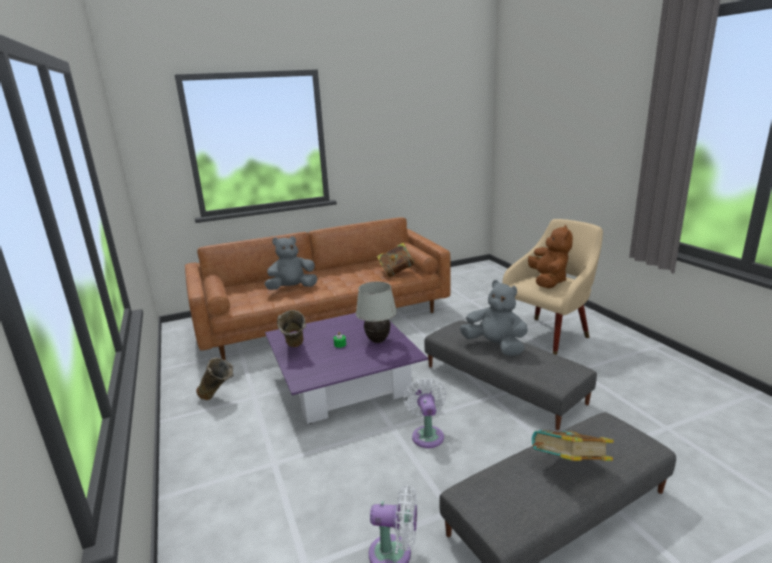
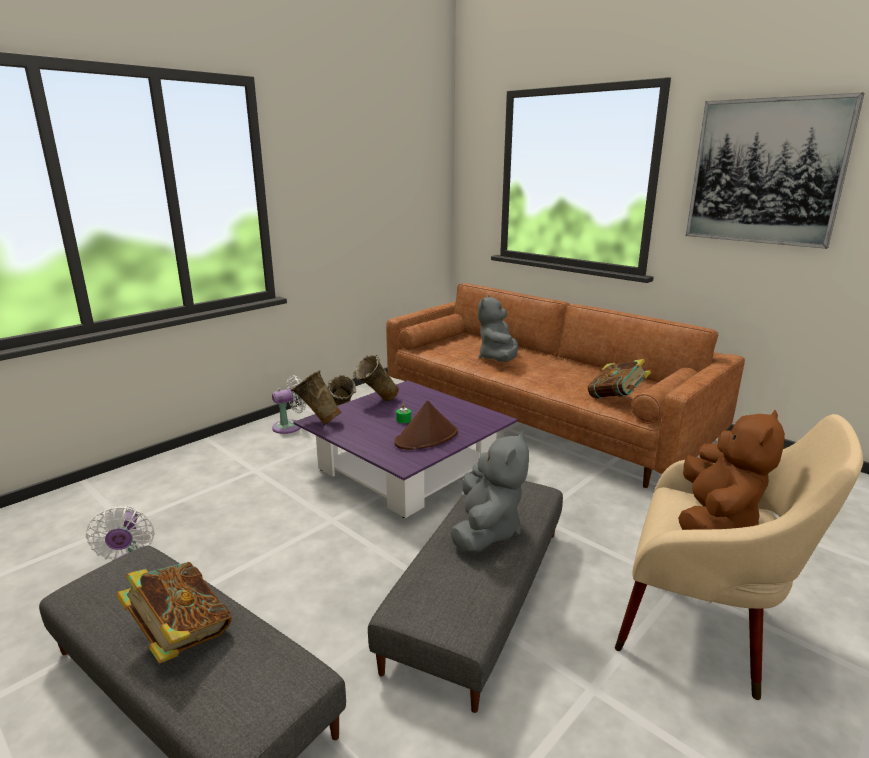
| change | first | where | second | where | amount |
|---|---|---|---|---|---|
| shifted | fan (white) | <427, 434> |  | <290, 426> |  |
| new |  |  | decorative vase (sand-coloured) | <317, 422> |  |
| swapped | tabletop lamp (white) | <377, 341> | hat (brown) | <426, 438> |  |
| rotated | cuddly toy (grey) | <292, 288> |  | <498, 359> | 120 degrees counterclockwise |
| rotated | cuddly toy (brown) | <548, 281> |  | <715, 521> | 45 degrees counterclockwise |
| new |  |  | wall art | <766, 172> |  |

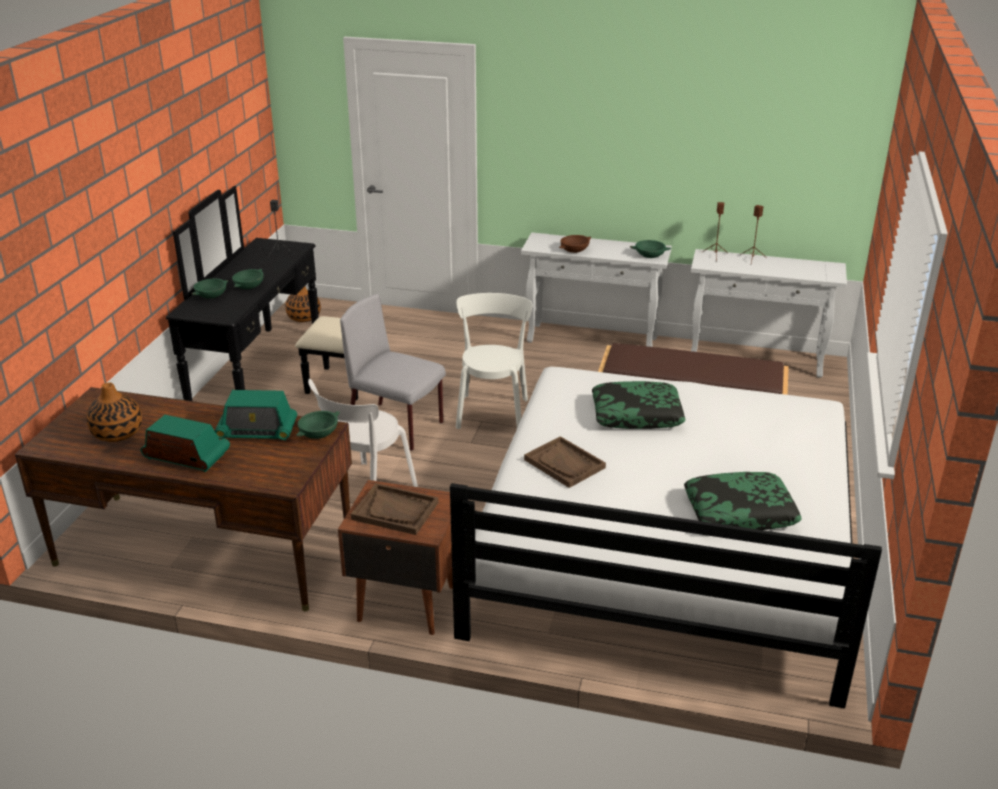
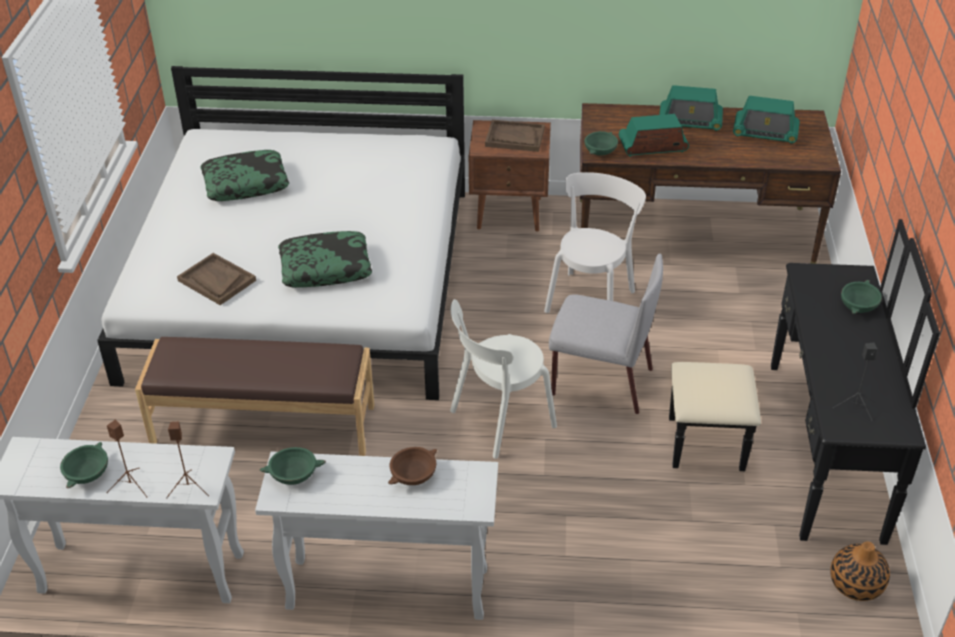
| change | first | where | second | where | amount |
|---|---|---|---|---|---|
| shifted | deep dish (green-coloured) | <249, 286> |  | <87, 473> |  |
| shifted | tray (brown) | <564, 464> |  | <216, 280> |  |
| rotated | upright chair (white) | <492, 411> |  | <498, 420> | 60 degrees clockwise |
| swapped | decorative vase | <117, 433> | radio receiver | <765, 133> |  |

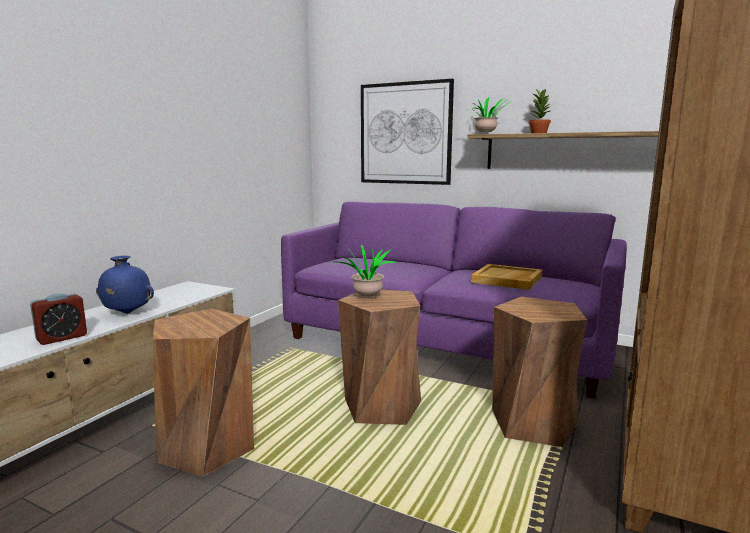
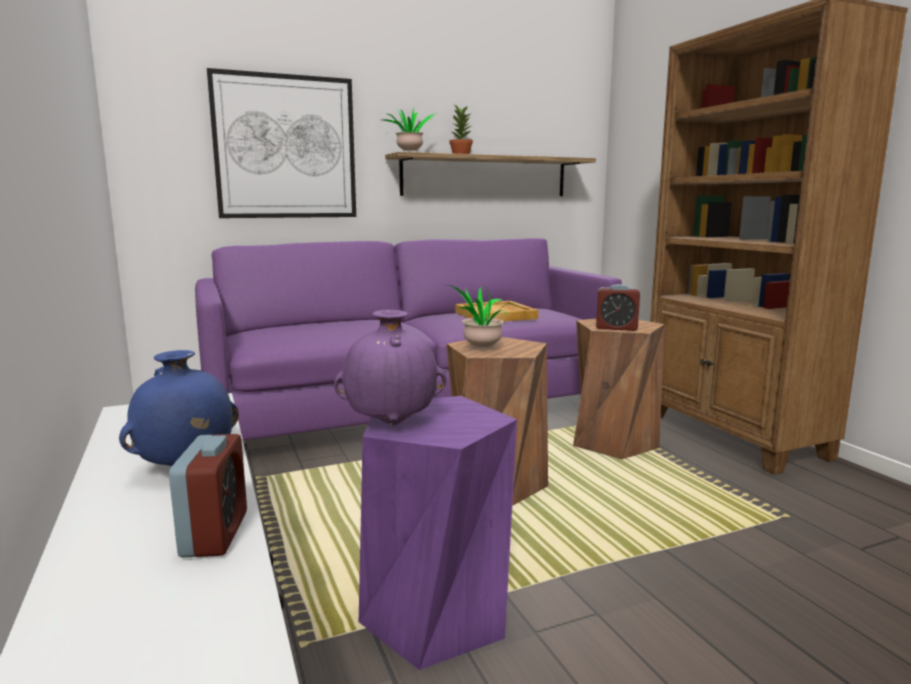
| change | first | where | second | where | amount |
|---|---|---|---|---|---|
| new |  |  | decorative vase (purplish) | <392, 423> |  |
| repainted | stool (brown) | <207, 447> | stool (purplish) | <435, 615> |  |
| new |  |  | alarm clock | <616, 328> |  |

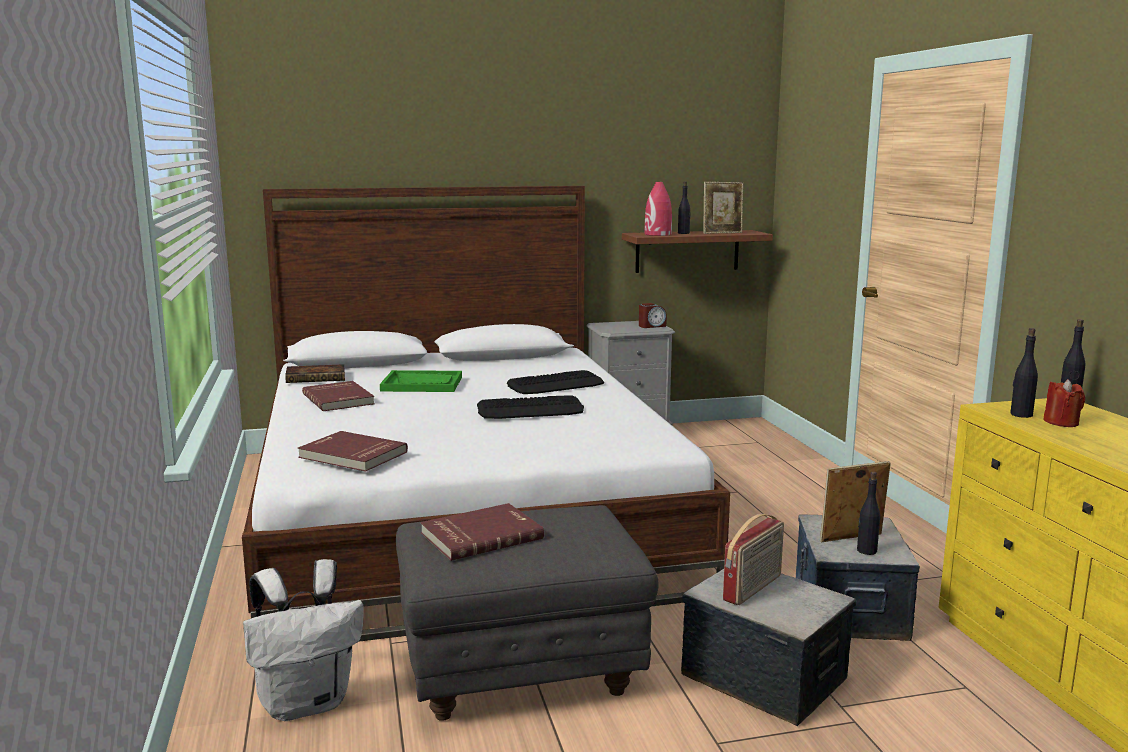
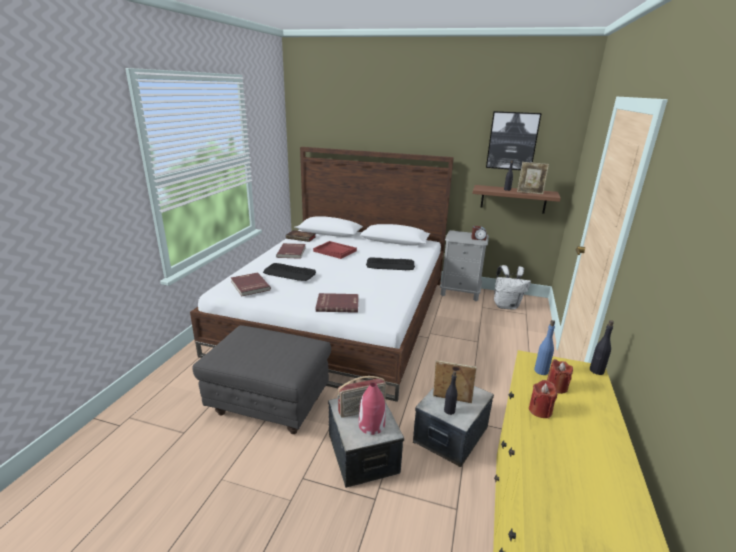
| change | first | where | second | where | amount |
|---|---|---|---|---|---|
| shifted | PC keyboard | <530, 410> |  | <289, 273> |  |
| repainted | tray (green-coloured) | <422, 384> | tray (red) | <335, 251> |  |
| shifted | volume (red) | <480, 535> |  | <337, 304> |  |
| shifted | decorative vase (red) | <657, 234> |  | <371, 425> |  |
| new |  |  | wall art | <512, 141> |  |
| shifted | rucksack (white) | <307, 702> |  | <506, 306> |  |
| new |  |  | wax light (red) | <540, 410> |  |
| repainted | bottle (black-coloured) | <1021, 414> | bottle (blue) | <541, 371> |  |

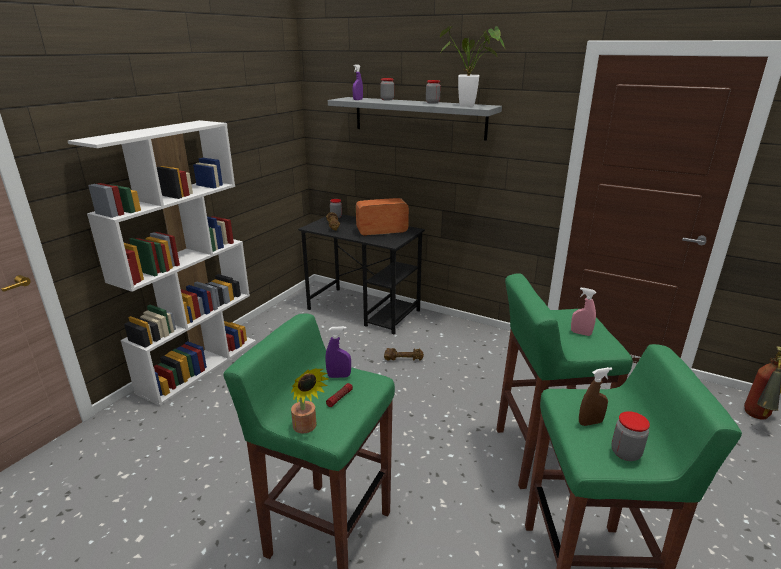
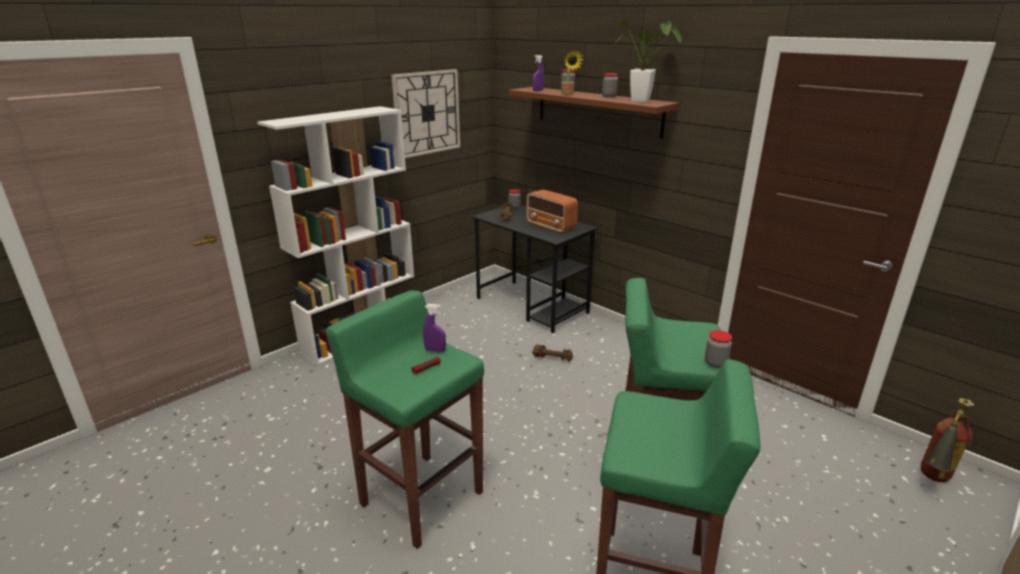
| change | first | where | second | where | amount |
|---|---|---|---|---|---|
| new |  |  | clock on the wall | <427, 113> |  |
| repainted | bracket shelf (grey) | <418, 117> | bracket shelf (brown) | <598, 111> |  |
| rotated | radio receiver | <381, 232> |  | <551, 226> | 135 degrees counterclockwise |
| shifted | houseplant | <307, 428> |  | <568, 94> |  |
| shifted | storage jar | <625, 453> |  | <715, 363> |  |
| gone | sprayer (pink-coloured) | <580, 333> |  |  |  |
| gone | sprayer (brown) | <590, 422> |  |  |  |

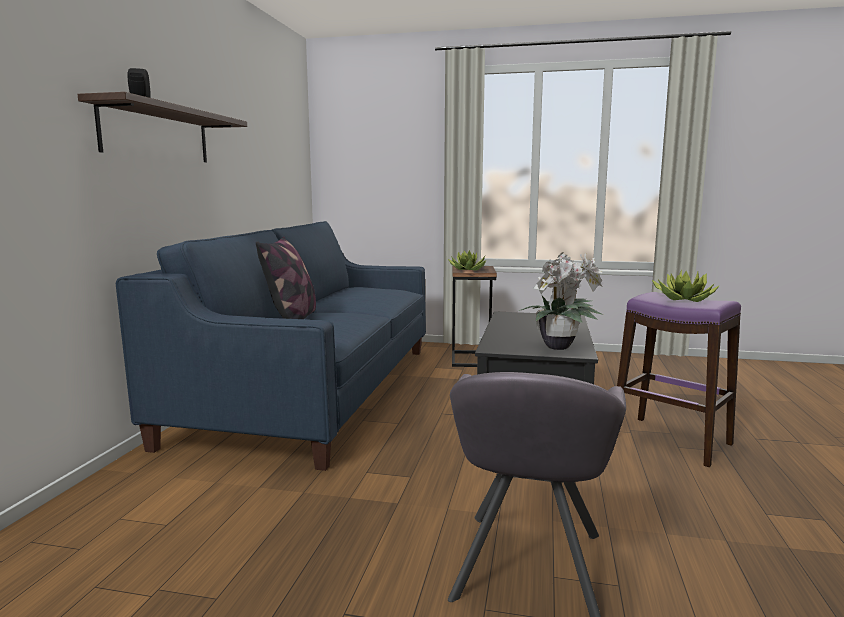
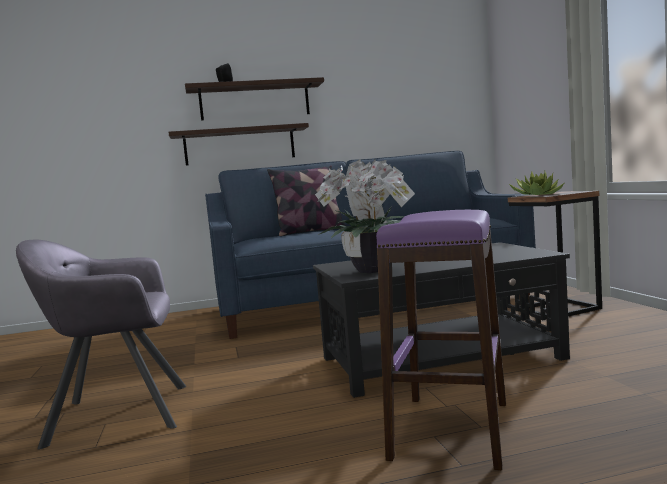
| change | first | where | second | where | amount |
|---|---|---|---|---|---|
| new |  |  | bracket shelf | <239, 145> |  |
| gone | houseplant | <682, 299> |  |  |  |

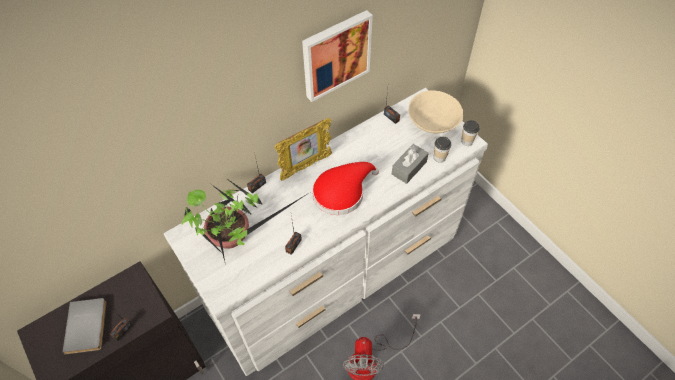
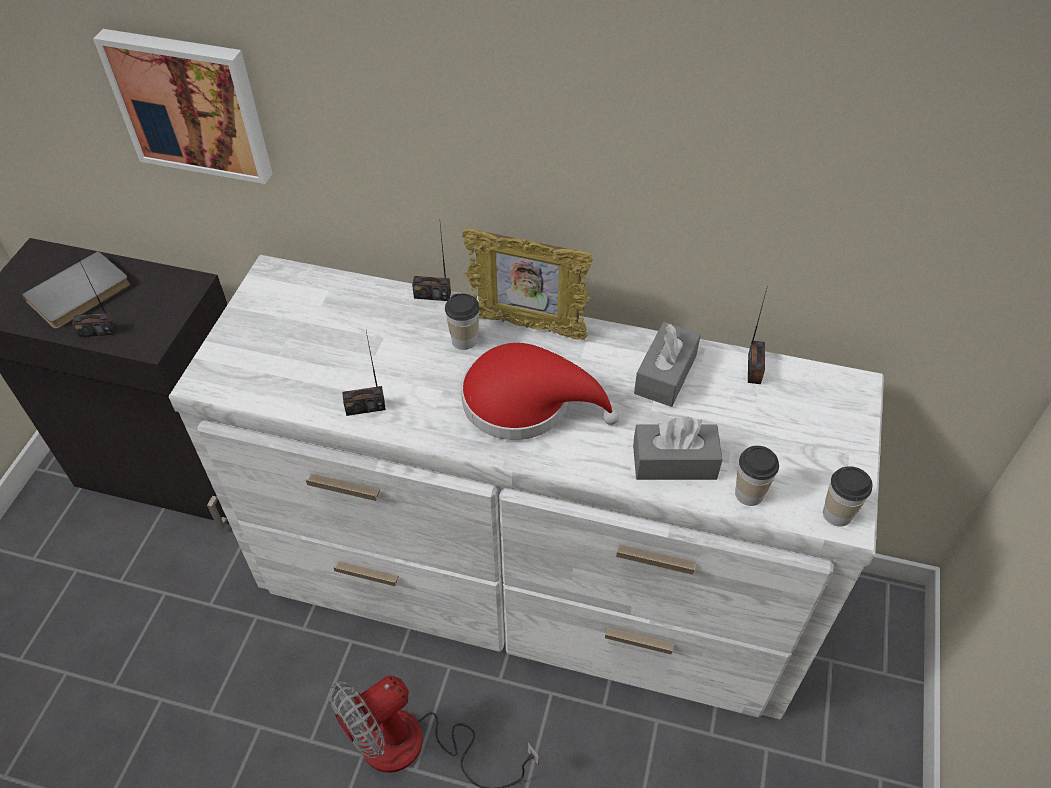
| change | first | where | second | where | amount |
|---|---|---|---|---|---|
| shifted | wall art | <335, 54> |  | <191, 104> |  |
| new |  |  | small cup | <464, 340> |  |
| new |  |  | tissue box (grey) | <665, 374> |  |
| gone | houseplant | <233, 236> |  |  |  |
| gone | deep dish (sand-coloured) | <433, 122> |  |  |  |

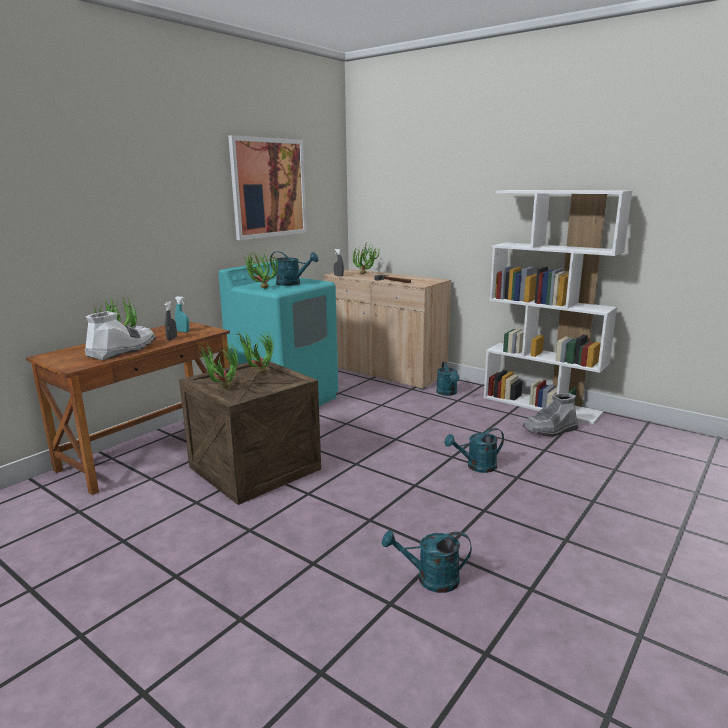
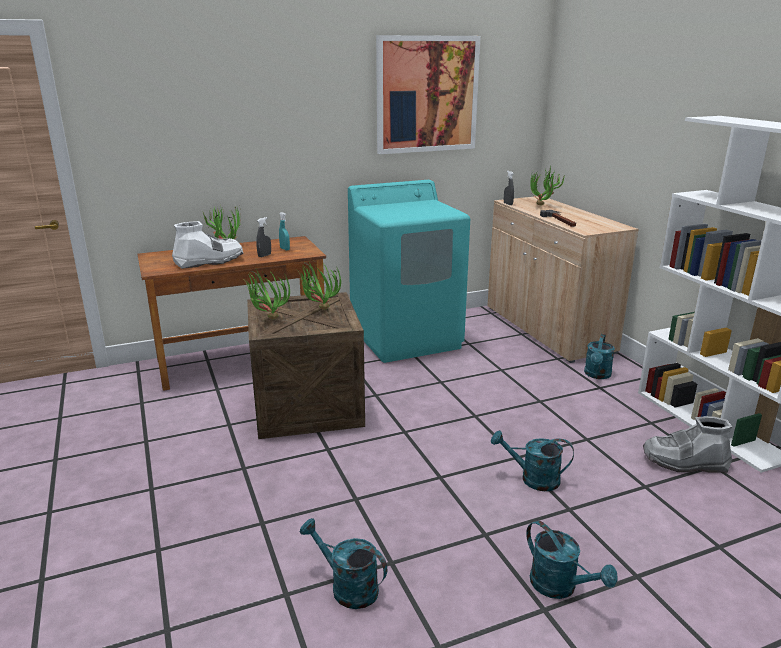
| change | first | where | second | where | amount |
|---|---|---|---|---|---|
| shifted | sprinkling can (turquoise-coloured) | <292, 284> |  | <560, 587> |  |
| gone | houseplant | <260, 288> |  |  |  |

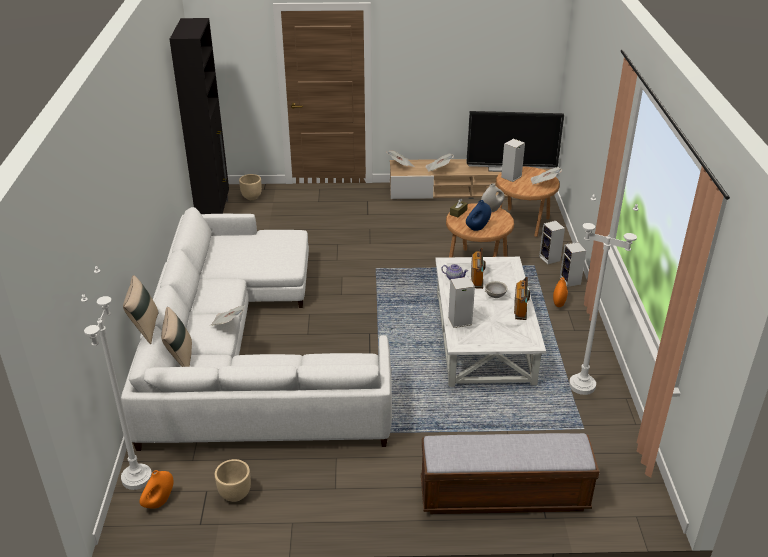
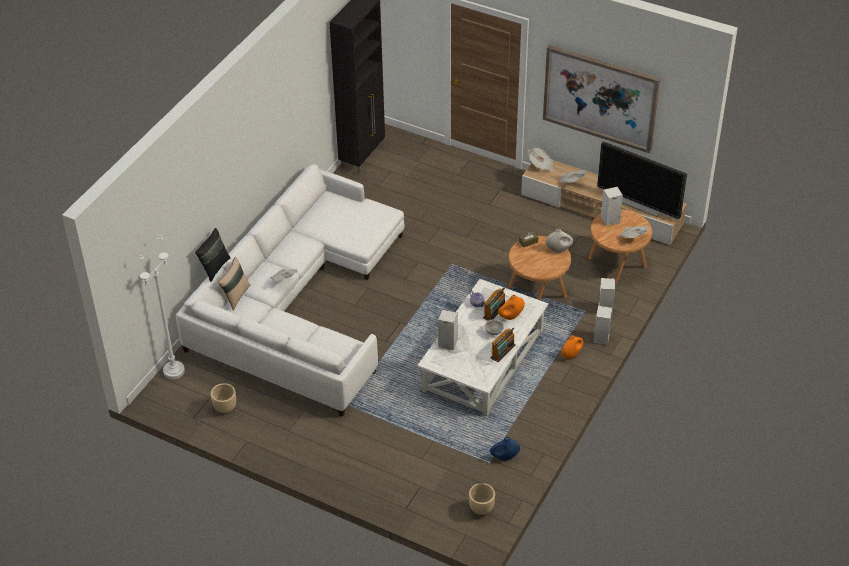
| change | first | where | second | where | amount |
|---|---|---|---|---|---|
| repainted | throw pillow (sand-coloured) | <145, 328> | throw pillow (black-coloured) | <214, 268> |  |
| shifted | plant pot (sand-coloured) | <251, 197> |  | <481, 509> |  |
| shifted | decorative vase (blue) | <477, 228> |  | <504, 457> |  |
| shifted | decorative vase (orangey) | <159, 502> |  | <511, 316> |  |
| new |  |  | wall art | <601, 97> |  |
| gone | bench | <503, 495> |  |  |  |
| gone | standing lamp (white) | <581, 385> |  |  |  |

